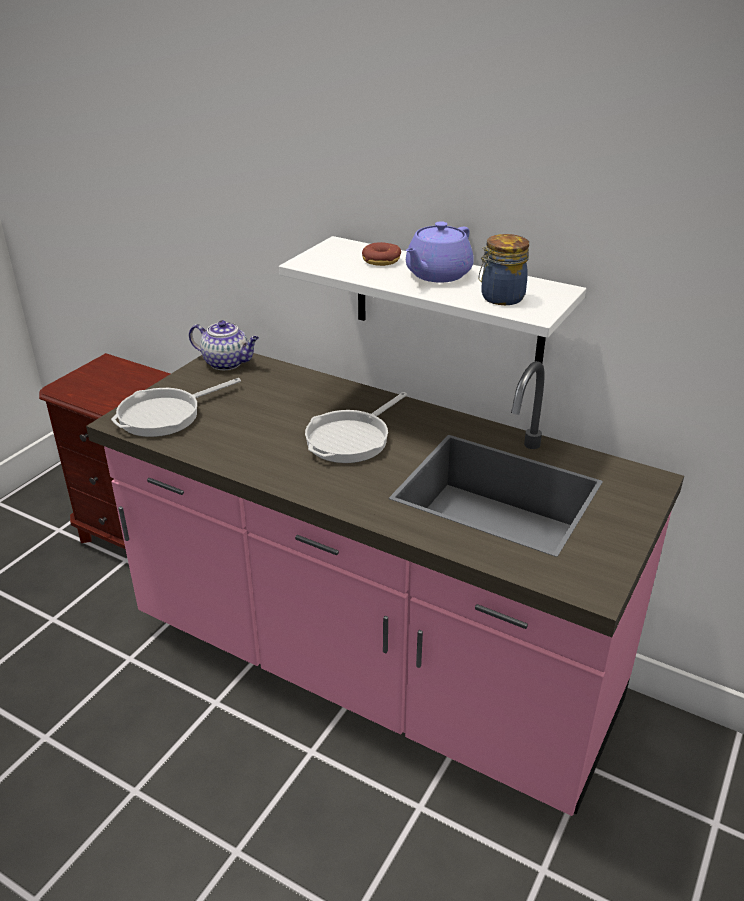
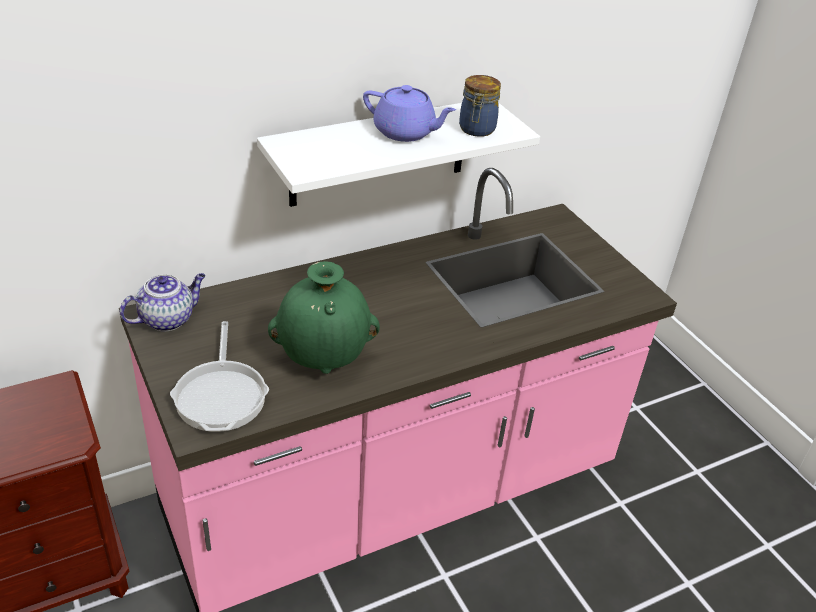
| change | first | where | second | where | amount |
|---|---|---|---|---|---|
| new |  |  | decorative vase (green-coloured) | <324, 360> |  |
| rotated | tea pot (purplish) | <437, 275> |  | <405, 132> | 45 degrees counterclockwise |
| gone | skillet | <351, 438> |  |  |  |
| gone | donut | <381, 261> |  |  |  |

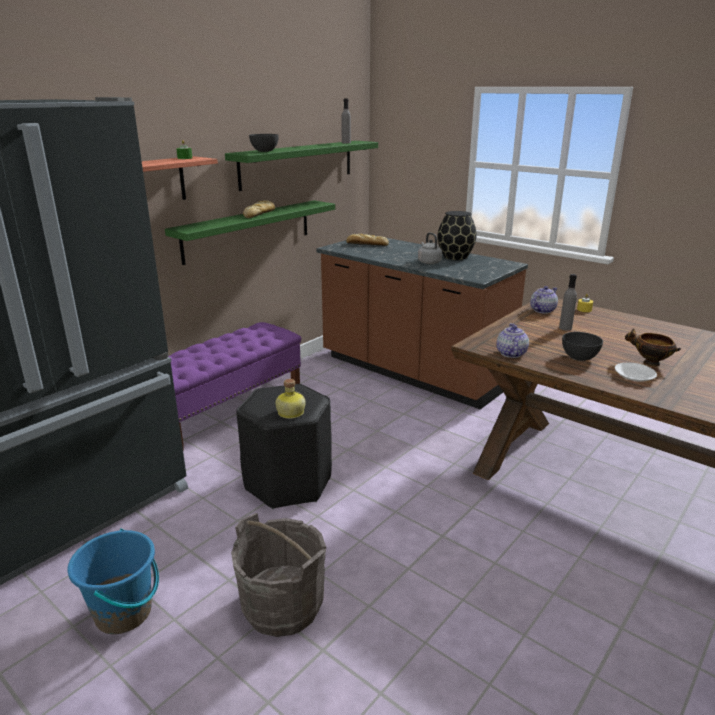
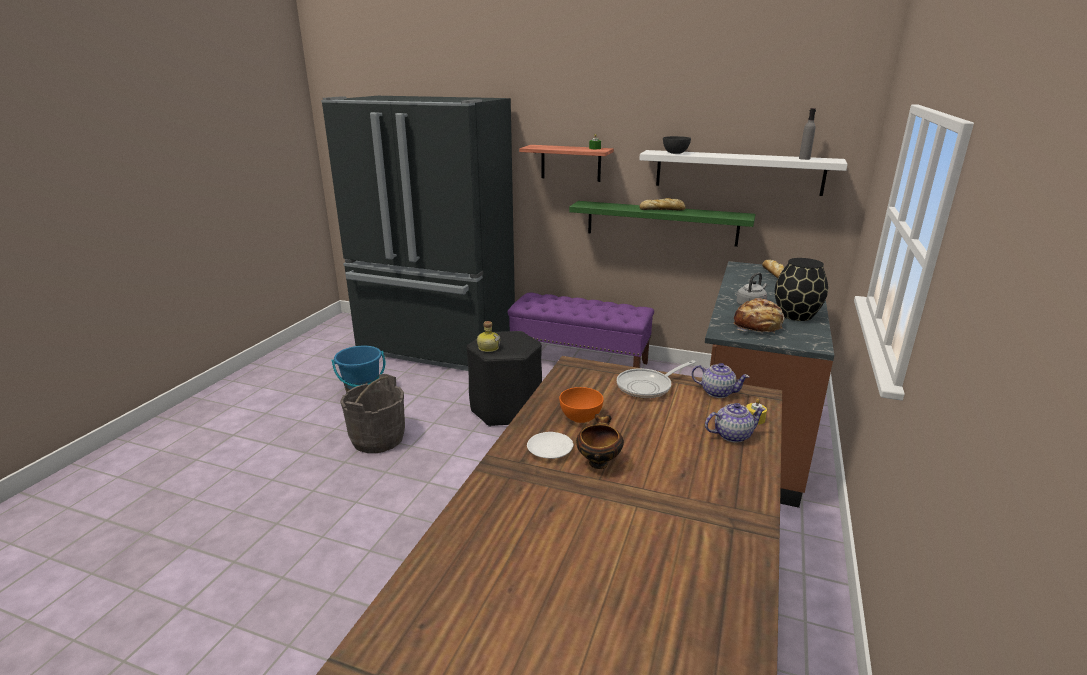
| change | first | where | second | where | amount |
|---|---|---|---|---|---|
| repainted | deep dish (grey) | <579, 357> | deep dish (orangey) | <581, 418> |  |
| new |  |  | skillet | <648, 386> |  |
| repainted | bracket shelf (green-coloured) | <298, 164> | bracket shelf (white) | <738, 172> |  |
| shifted | tea pot | <511, 353> |  | <731, 435> |  |
| new |  |  | bakery bread | <757, 326> |  |
| gone | bottle (grey) | <565, 328> |  |  |  |

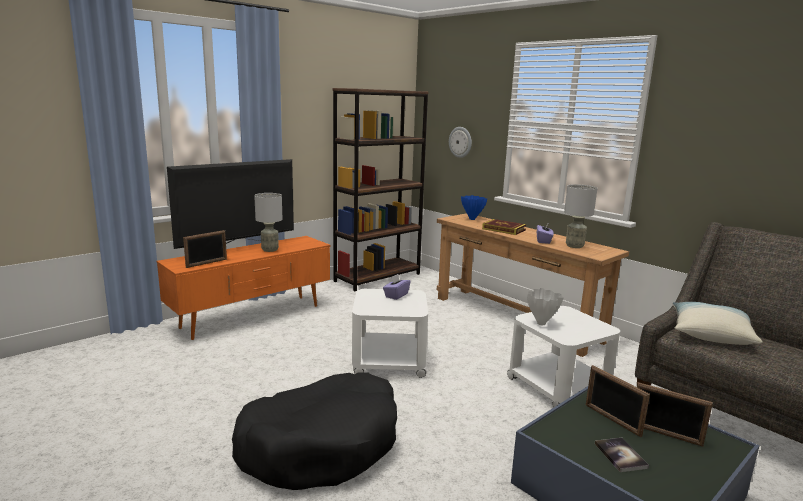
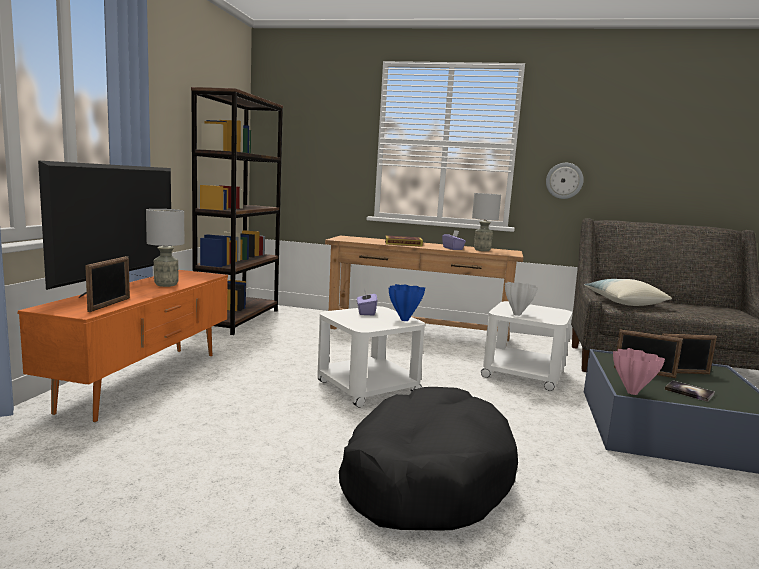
| change | first | where | second | where | amount |
|---|---|---|---|---|---|
| shifted | decorative vase (blue) | <471, 219> |  | <403, 320> |  |
| shifted | clock on the wall | <460, 142> |  | <564, 180> |  |
| new |  |  | decorative vase (pink-coloured) | <631, 392> |  |

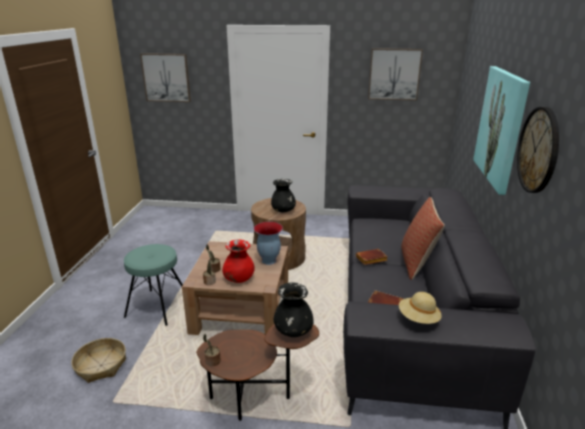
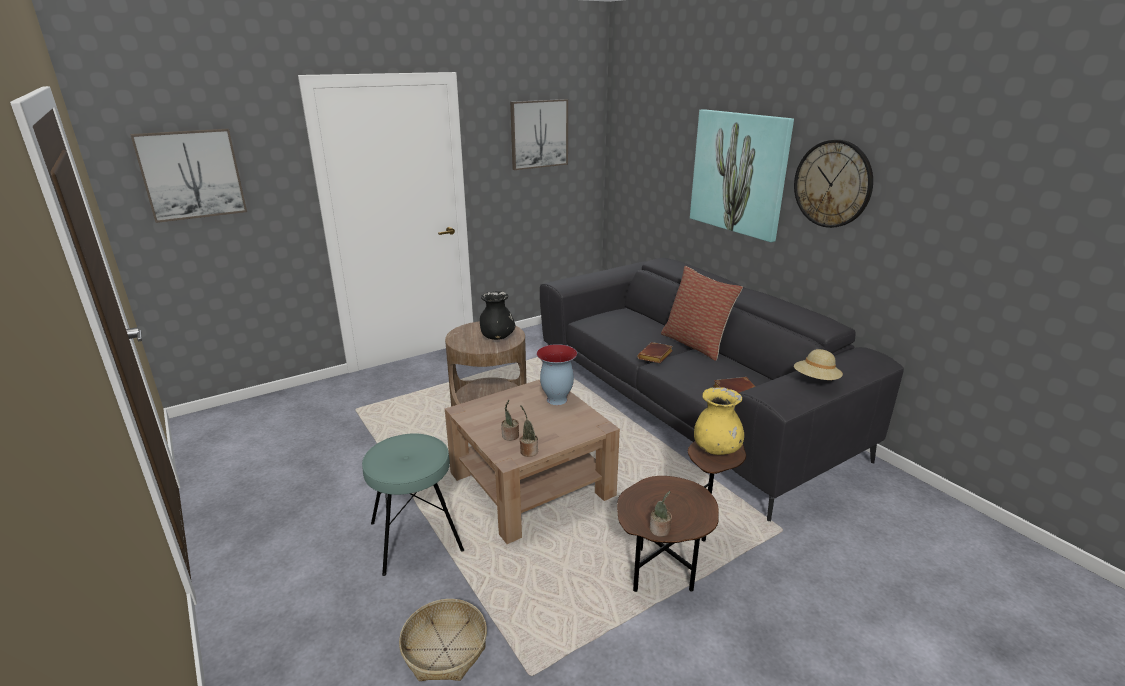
| change | first | where | second | where | amount |
|---|---|---|---|---|---|
| repainted | decorative vase (black-coloured) | <293, 331> | decorative vase (yellowish) | <716, 449> |  |
| gone | decorative vase (red) | <239, 279> |  |  |  |

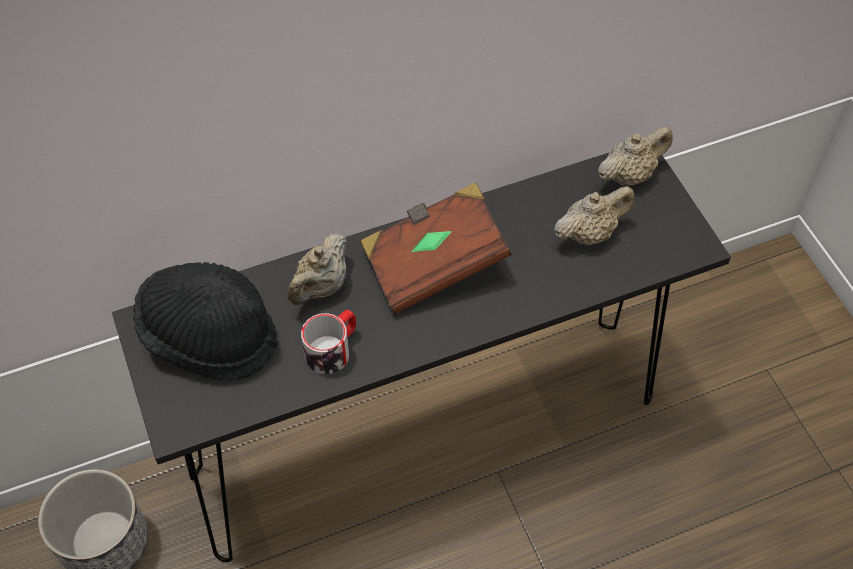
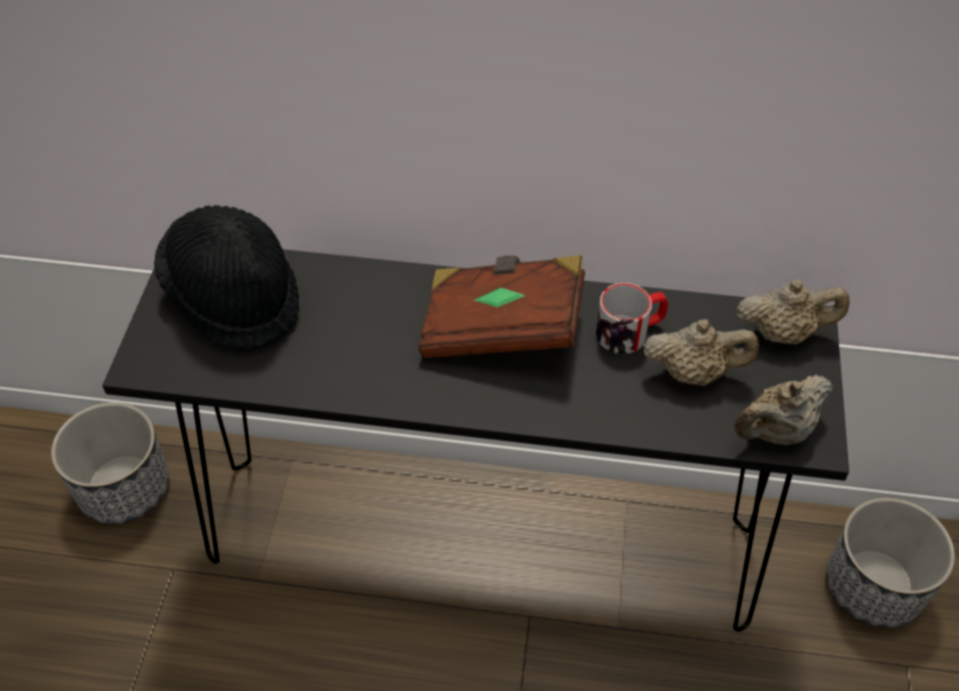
| change | first | where | second | where | amount |
|---|---|---|---|---|---|
| shifted | coffee mug | <333, 349> |  | <630, 332> |  |
| shifted | tea pot (sand-coloured) | <321, 287> |  | <776, 431> |  |
| new |  |  | plant pot | <874, 586> |  |

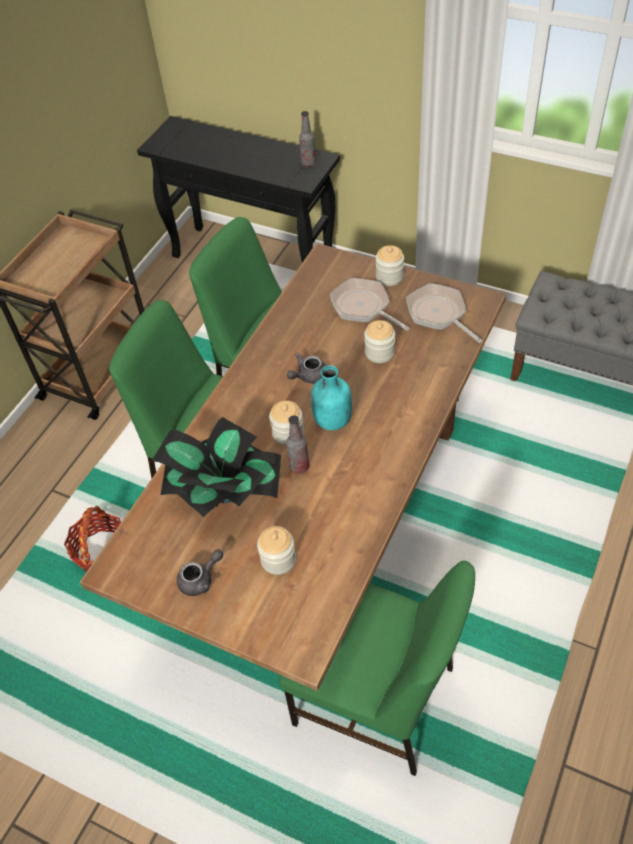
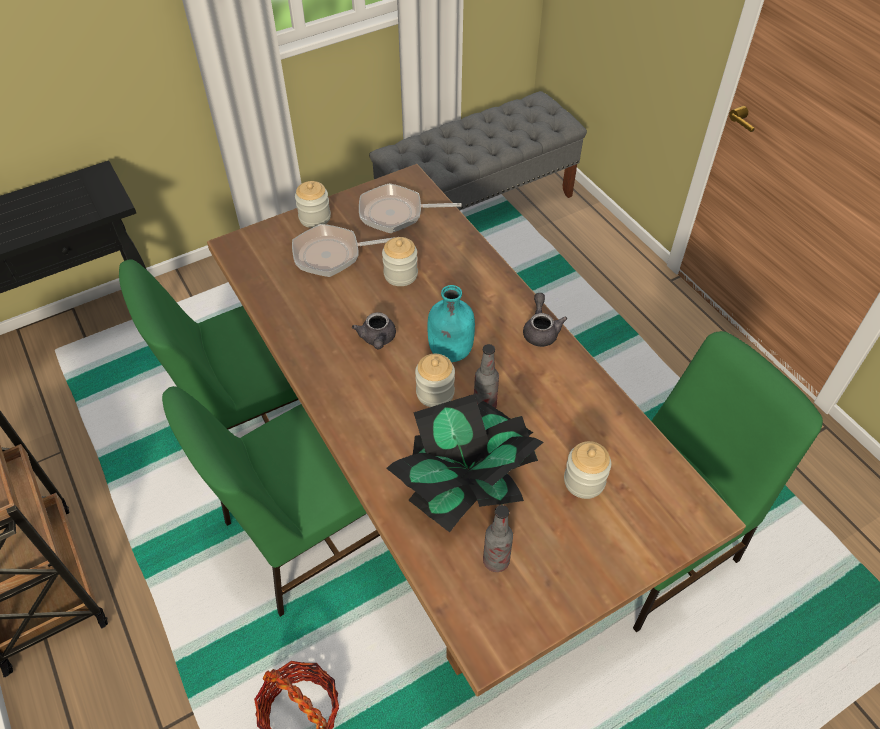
| change | first | where | second | where | amount |
|---|---|---|---|---|---|
| shifted | bottle | <308, 163> |  | <496, 561> |  |
| shifted | tea pot (grey) | <201, 579> |  | <540, 330> |  |

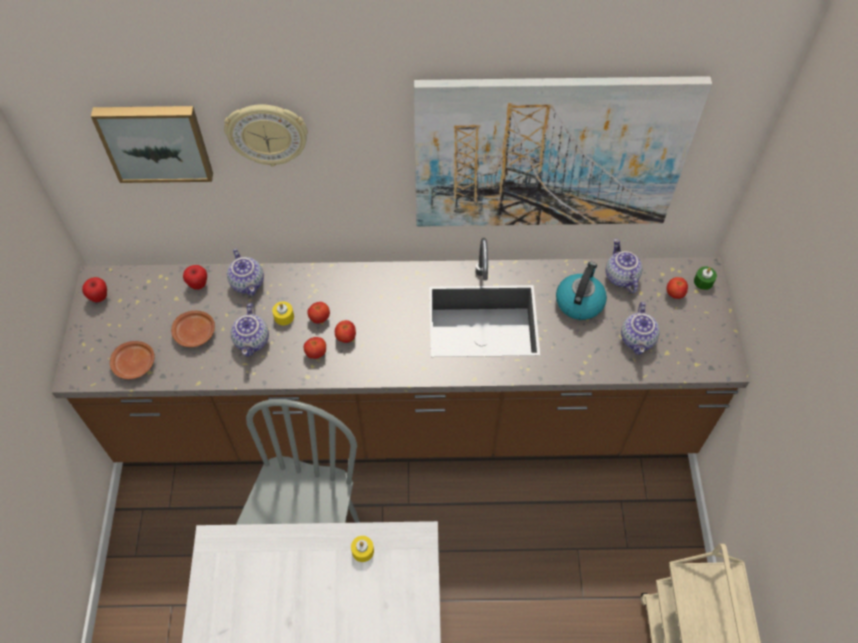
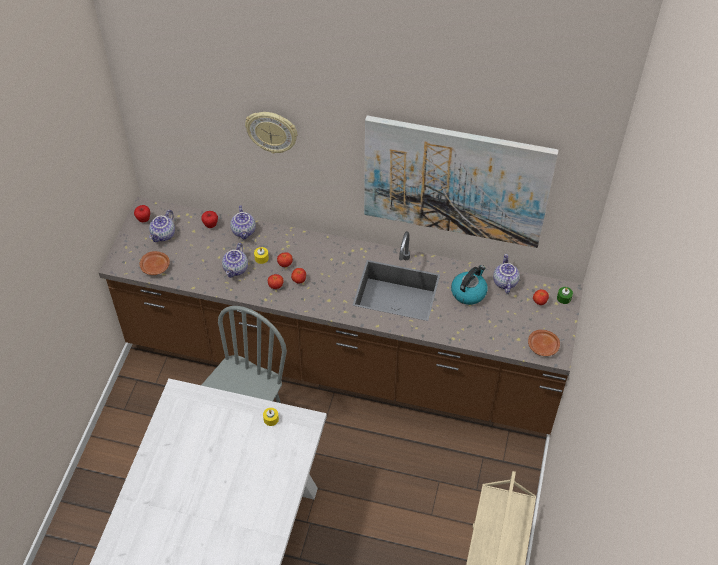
| change | first | where | second | where | amount |
|---|---|---|---|---|---|
| shifted | tea pot | <638, 340> |  | <164, 235> |  |
| shifted | dinner plate (brown) | <195, 333> |  | <543, 346> |  |
| gone | wall art | <155, 141> |  |  |  |

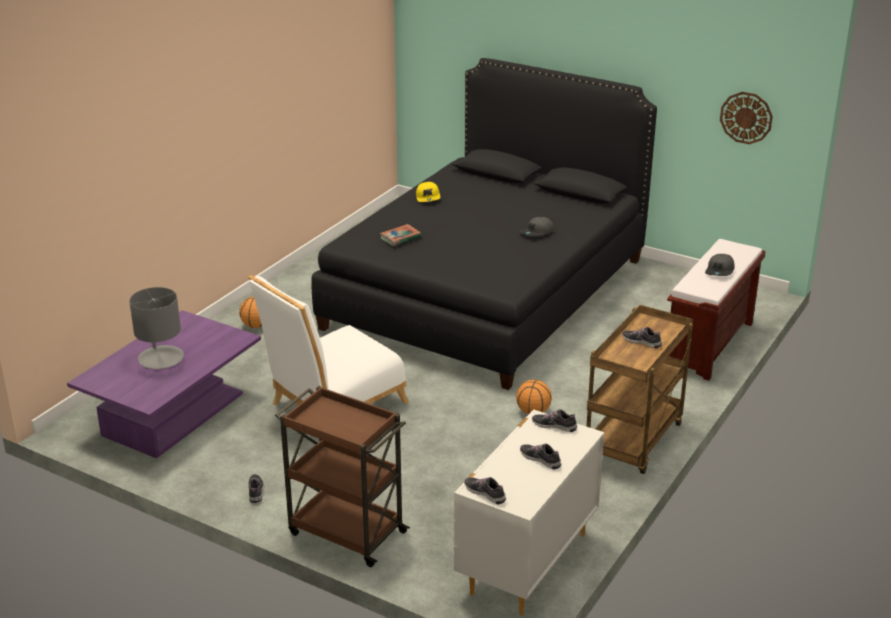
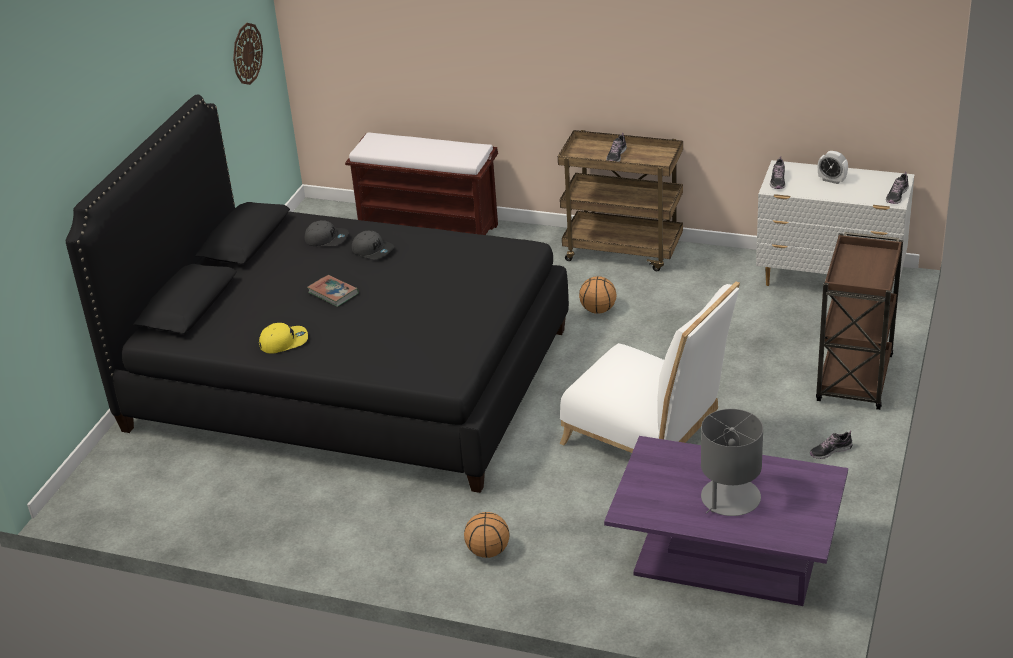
| change | first | where | second | where | amount |
|---|---|---|---|---|---|
| shifted | peaked cap (grey) | <720, 271> |  | <326, 239> |  |
| shifted | volume | <400, 238> |  | <333, 293> |  |
| swapped | item of footwear | <540, 459> | alarm clock | <831, 180> |  |

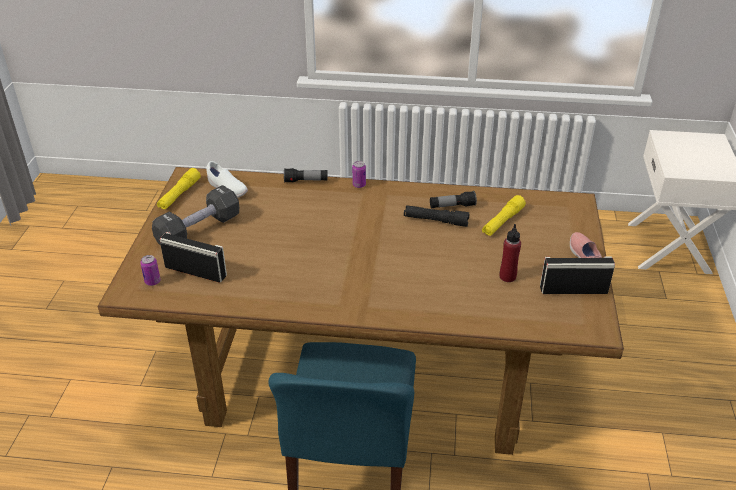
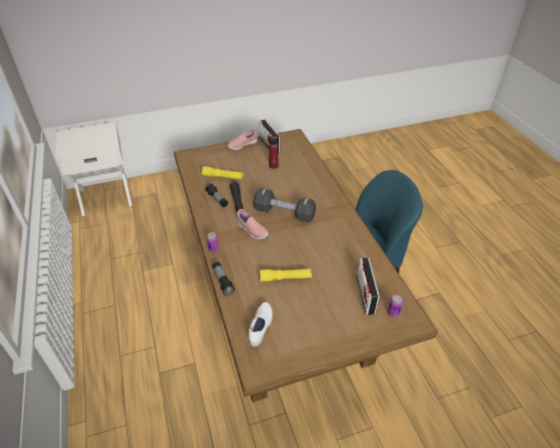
| change | first | where | second | where | amount |
|---|---|---|---|---|---|
| new |  |  | item of footwear (pink-coloured) | <251, 230> |  |
| shifted | free weight (black-coloured) | <198, 230> |  | <284, 213> |  |
| shifted | torch (yellowish) | <179, 195> |  | <285, 278> |  |

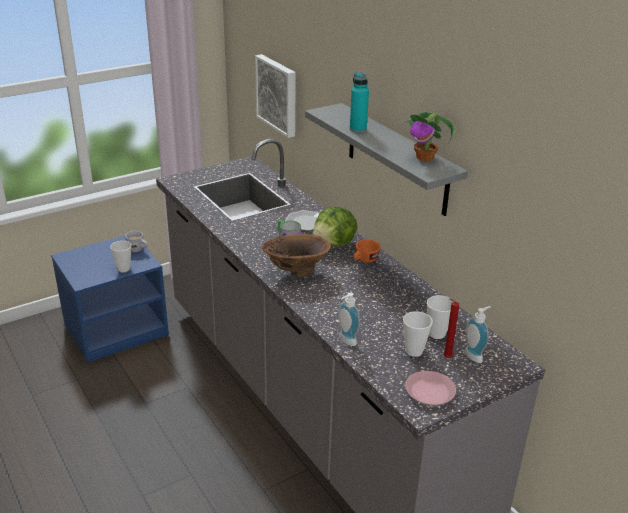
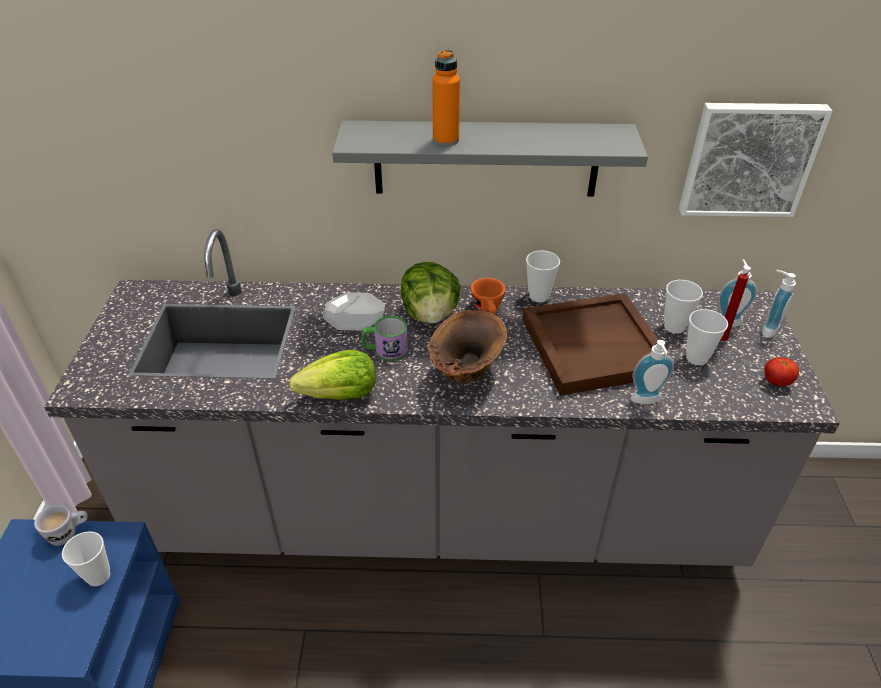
| change | first | where | second | where | amount |
|---|---|---|---|---|---|
| new |  |  | lettuce | <341, 395> |  |
| repainted | bottle (turquoise-coloured) | <358, 129> | bottle (orangey) | <445, 140> |  |
| new |  |  | tray (brown) | <594, 346> |  |
| new |  |  | small cup | <539, 296> |  |
| shifted | wall art | <278, 95> |  | <748, 159> |  |
| new |  |  | liquid soap bottle | <766, 329> |  |
| swapped | dinner plate (pink-coloured) | <430, 392> | fresh tomato | <776, 382> |  |
| gone | houseplant | <425, 158> |  |  |  |

